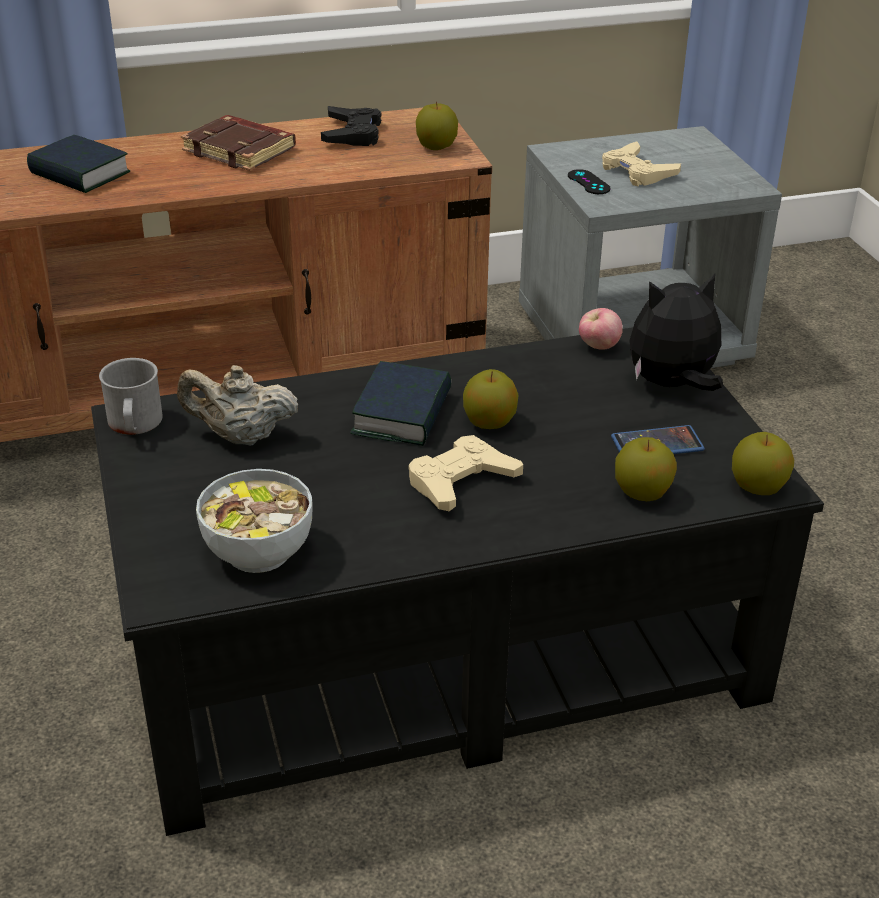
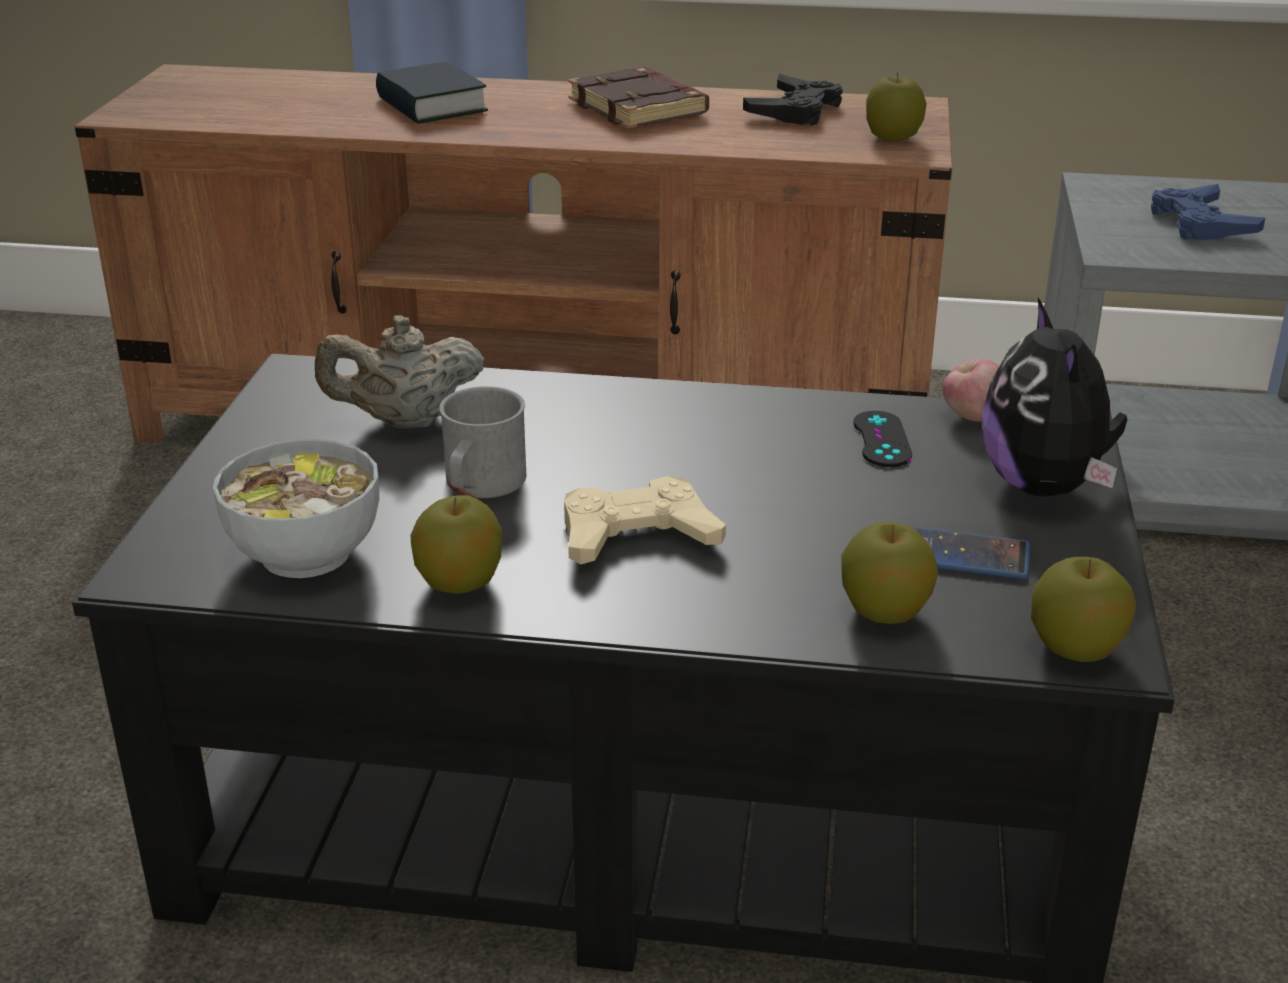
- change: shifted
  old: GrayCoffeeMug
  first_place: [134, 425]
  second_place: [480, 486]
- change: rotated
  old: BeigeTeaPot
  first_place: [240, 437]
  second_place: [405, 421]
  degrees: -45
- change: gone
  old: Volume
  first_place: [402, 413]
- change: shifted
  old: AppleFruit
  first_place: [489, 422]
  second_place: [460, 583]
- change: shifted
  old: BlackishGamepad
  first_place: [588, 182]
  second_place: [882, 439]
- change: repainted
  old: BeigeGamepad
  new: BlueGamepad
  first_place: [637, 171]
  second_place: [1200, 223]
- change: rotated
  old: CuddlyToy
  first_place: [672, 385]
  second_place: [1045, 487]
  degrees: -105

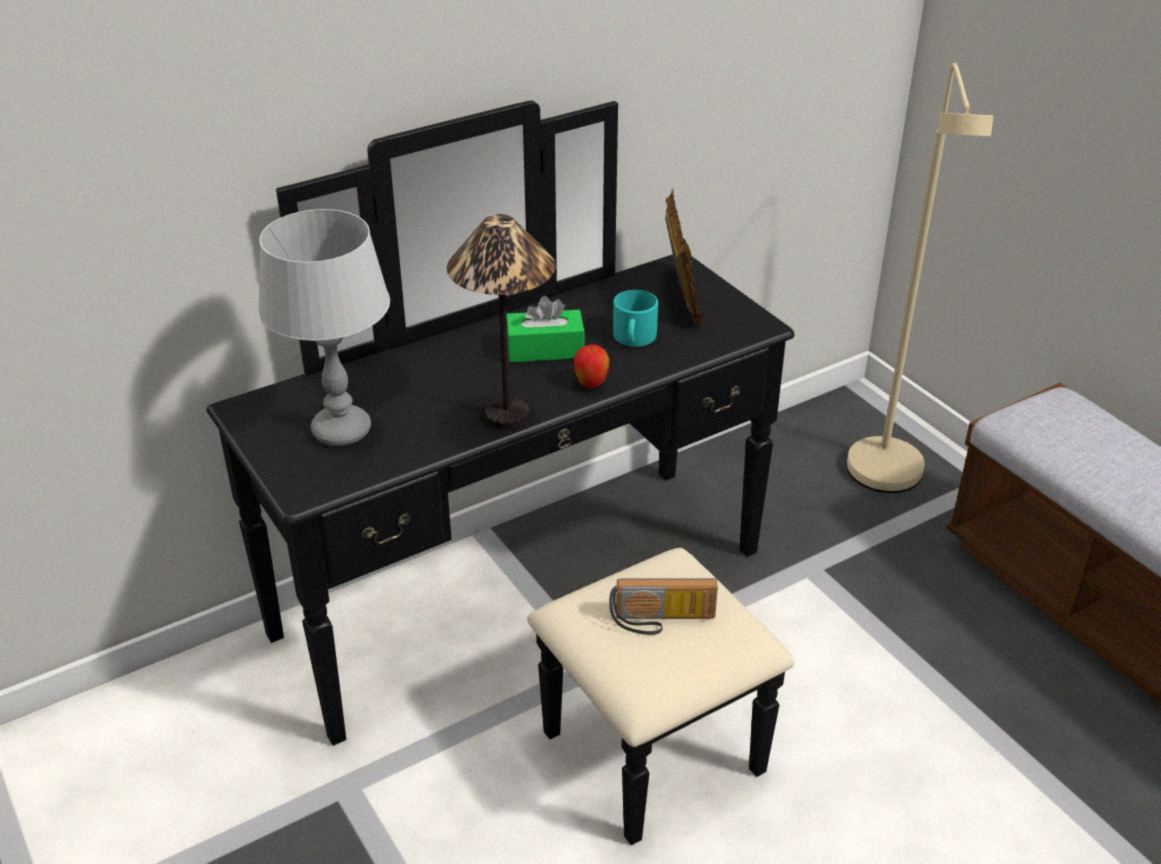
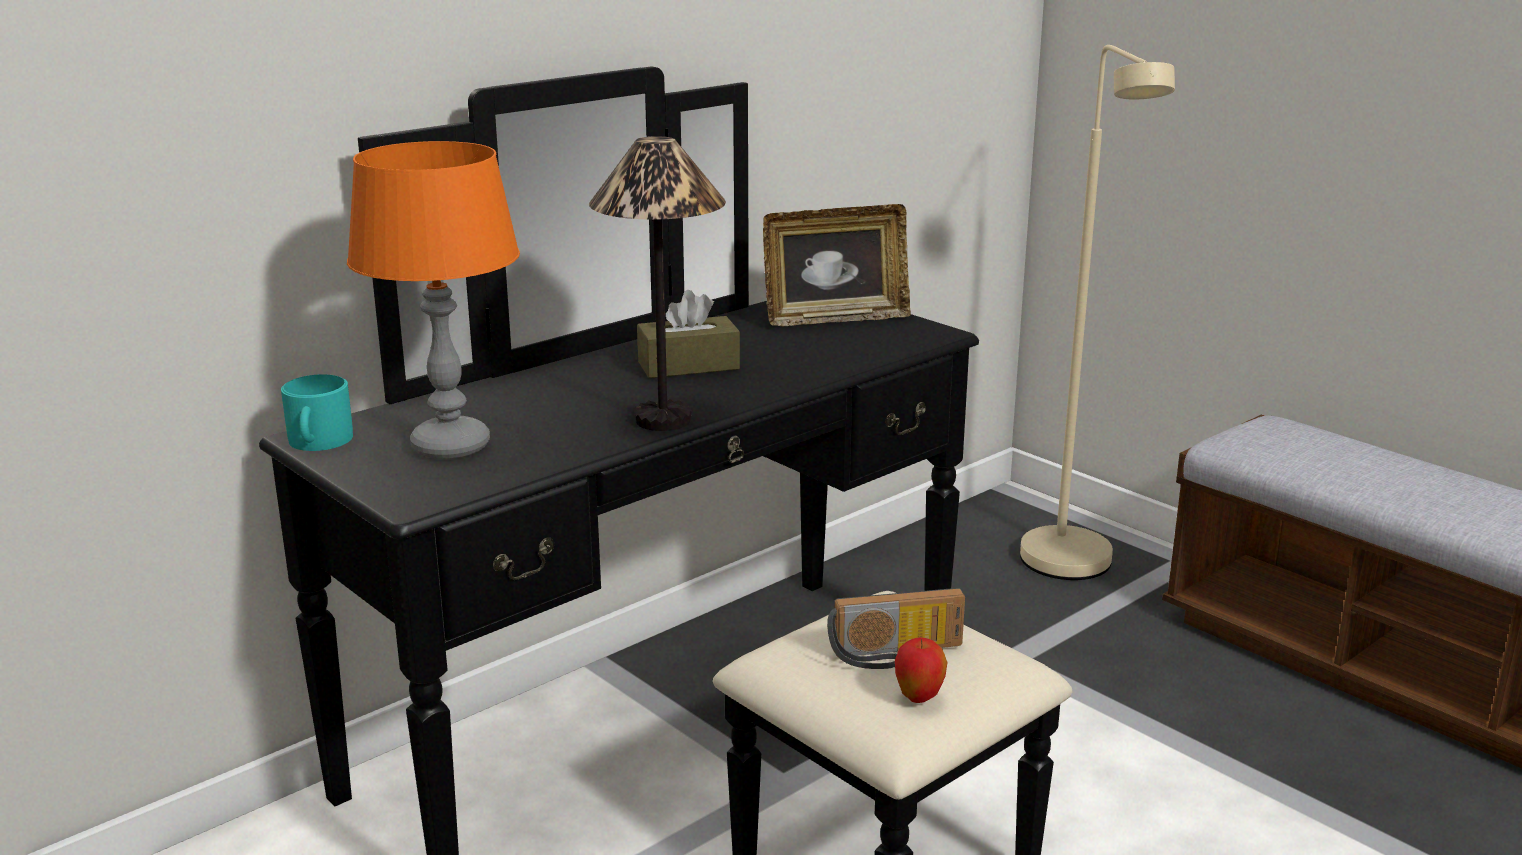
- change: repainted
  old: GrayTableLamp
  new: OrangeColouredTableLamp
  first_place: [342, 430]
  second_place: [451, 446]
- change: repainted
  old: GreenBoxOfTissues
  new: BrownishBoxOfTissues
  first_place: [545, 349]
  second_place: [688, 366]
- change: shifted
  old: AppleFruit
  first_place: [591, 384]
  second_place: [919, 698]
- change: shifted
  old: TurquoiseColouredCoffeeMug
  first_place: [634, 338]
  second_place: [318, 442]
- change: rotated
  old: PhotoFrame
  first_place: [681, 297]
  second_place: [835, 318]
  degrees: 90

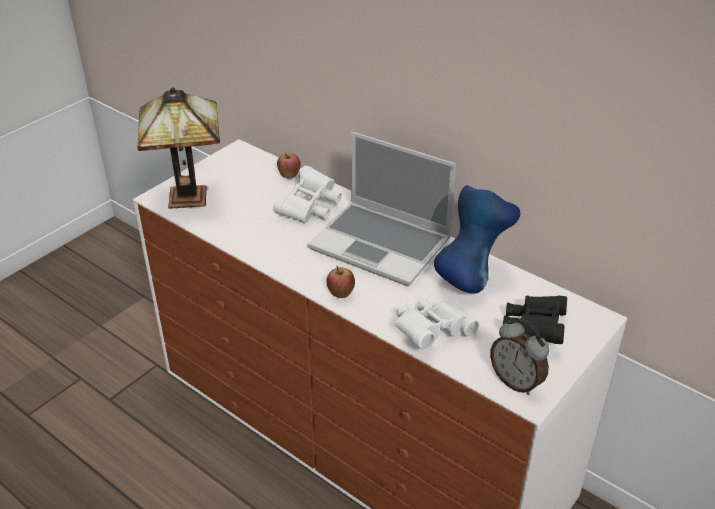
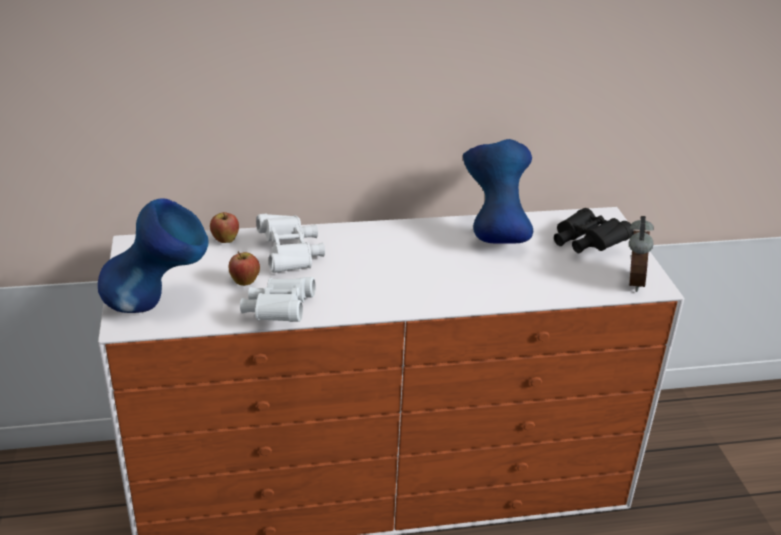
- change: swapped
  old: TableLamp
  new: BlueFlowerVase
  first_place: [191, 196]
  second_place: [159, 305]
- change: gone
  old: PortableComputer
  first_place: [382, 244]
- change: shifted
  old: AppleFruit
  first_place: [340, 294]
  second_place: [244, 282]
- change: shifted
  old: WhitishBinoculars
  first_place: [431, 333]
  second_place: [279, 312]
- change: rotated
  old: BedsideClock
  first_place: [516, 381]
  second_place: [632, 281]
  degrees: -75

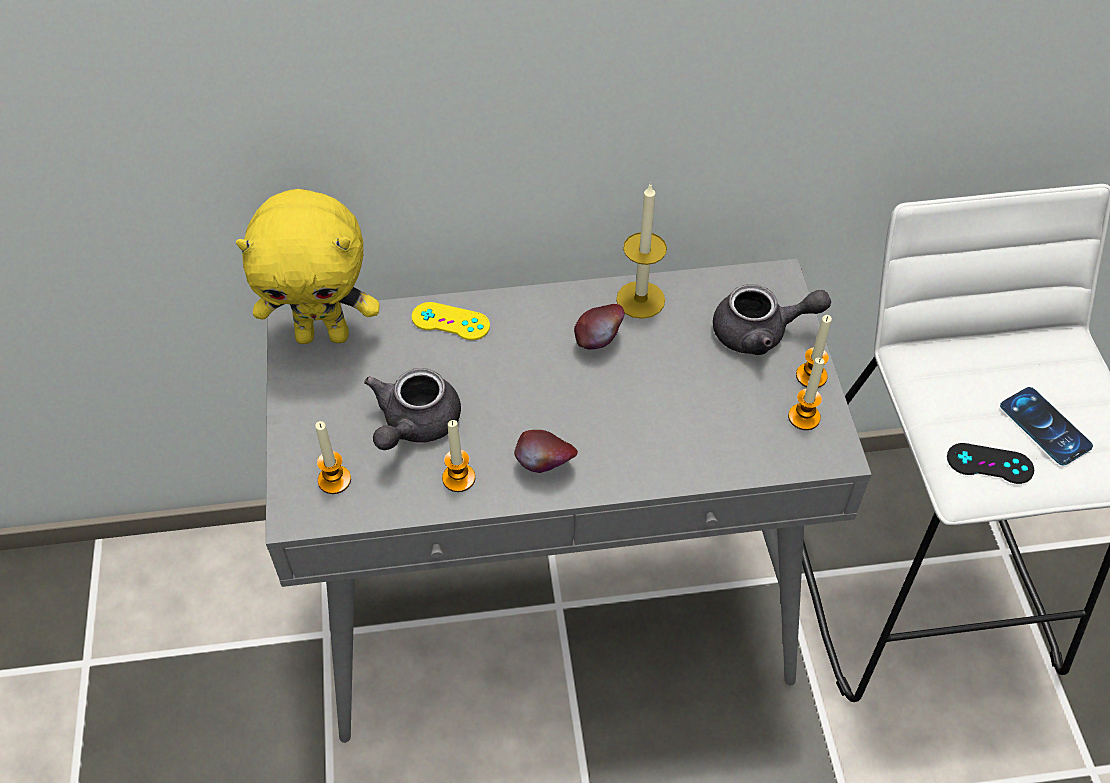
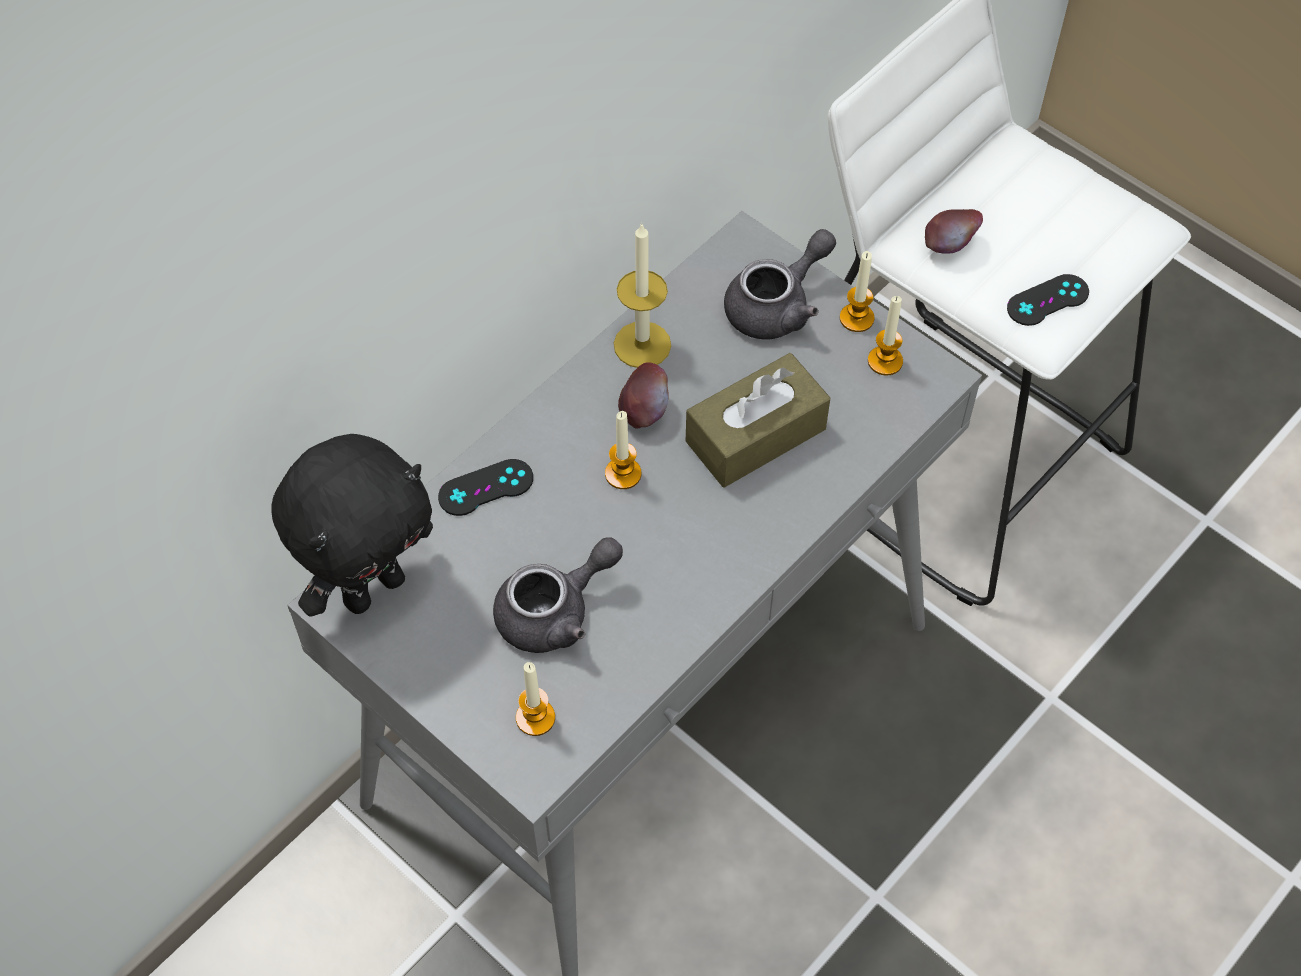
- change: repainted
  old: YellowCuddlyToy
  new: BlackishCuddlyToy
  first_place: [323, 334]
  second_place: [373, 588]
- change: rotated
  old: GrayTeaPot
  first_place: [414, 425]
  second_place: [555, 612]
  degrees: -105
- change: repainted
  old: YellowGamepad
  new: BlackishGamepad
  first_place: [450, 321]
  second_place: [486, 488]
- change: shifted
  old: WaxLight
  first_place: [458, 478]
  second_place: [623, 474]
- change: shifted
  old: AppleFruit
  first_place: [545, 466]
  second_place: [949, 246]
- change: gone
  old: Telephone
  first_place: [1045, 426]
- change: new
  new: BrownishBoxOfTissues
  second_place: [755, 435]

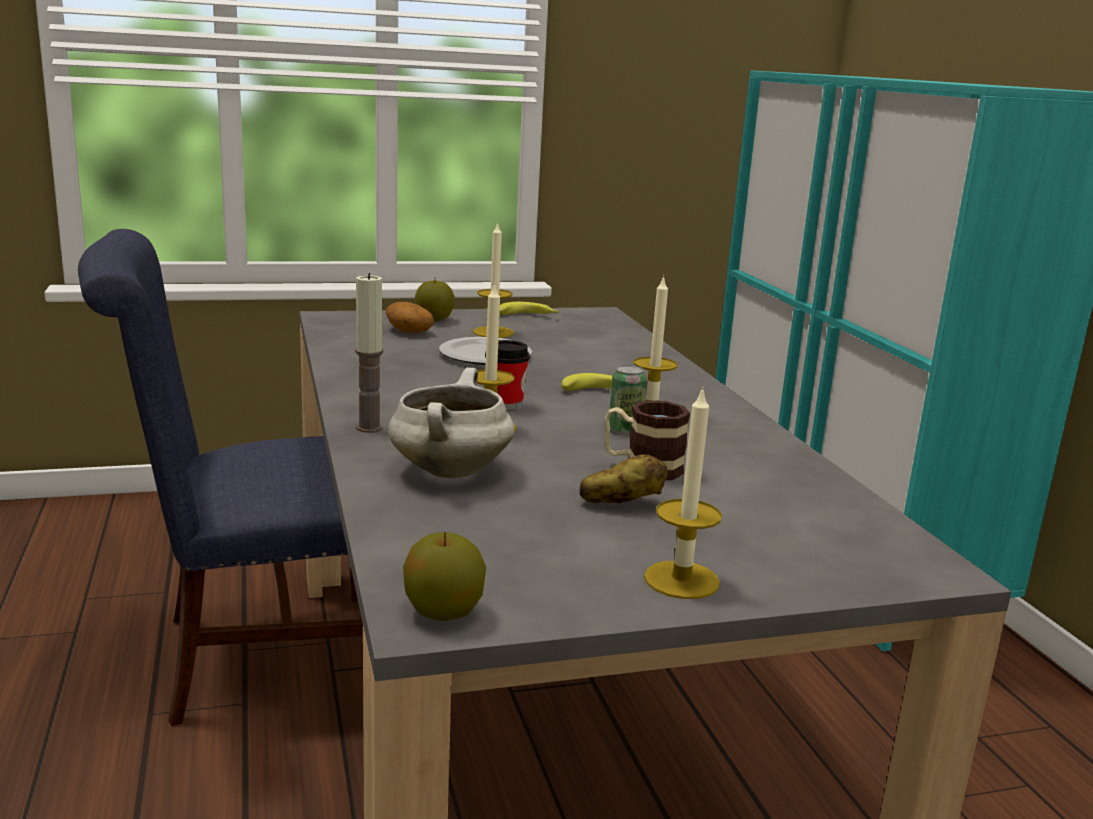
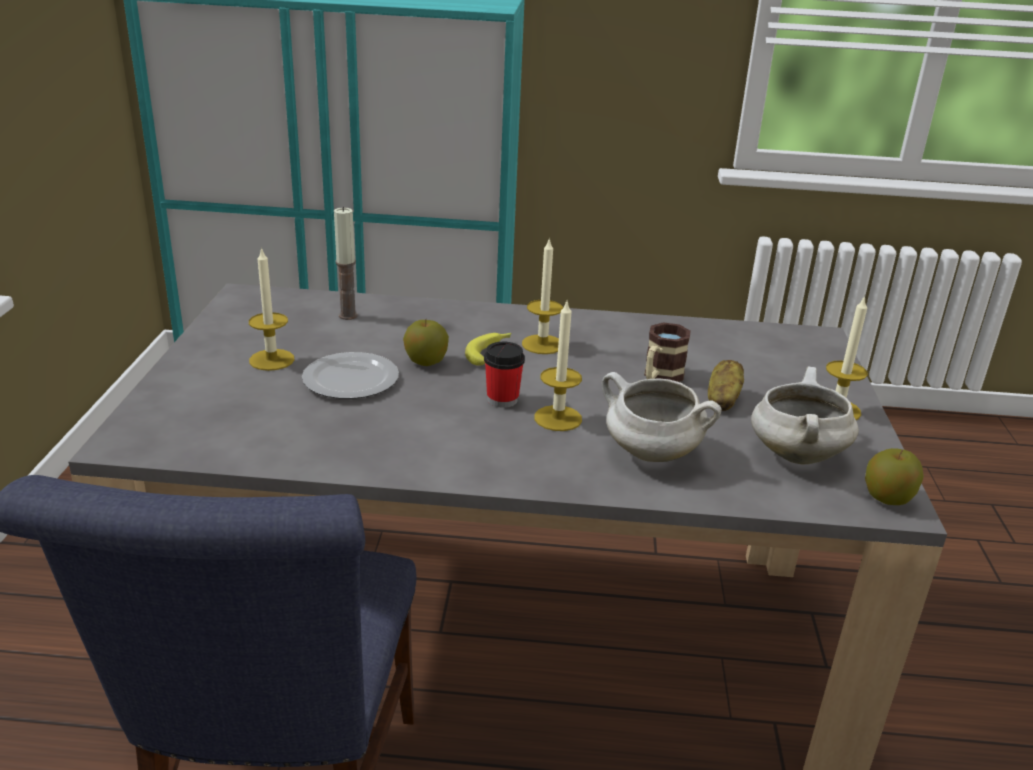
- change: shifted
  old: WaxLight
  first_place: [369, 428]
  second_place: [348, 315]
- change: gone
  old: Potato
  first_place: [408, 331]
- change: shifted
  old: AppleFruit
  first_place: [434, 320]
  second_place: [426, 362]
- change: gone
  old: WholeBanana
  first_place: [529, 316]
- change: gone
  old: MetalCan
  first_place: [624, 430]
- change: new
  new: WhitishSaucepot
  second_place: [795, 454]

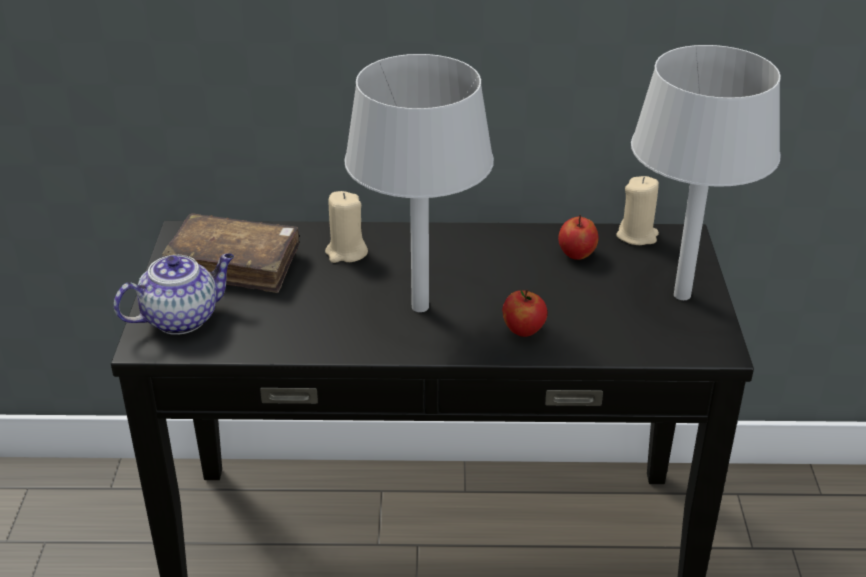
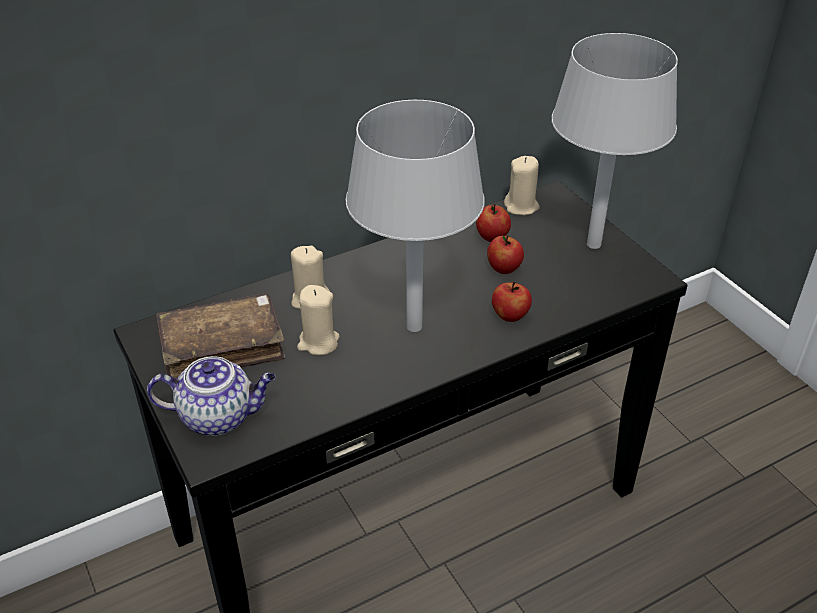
- change: rotated
  old: TeaPot
  first_place: [182, 318]
  second_place: [219, 416]
  degrees: 60
- change: new
  new: BeigeWaxLight
  second_place: [318, 342]
- change: new
  new: AppleFruit
  second_place: [504, 269]

